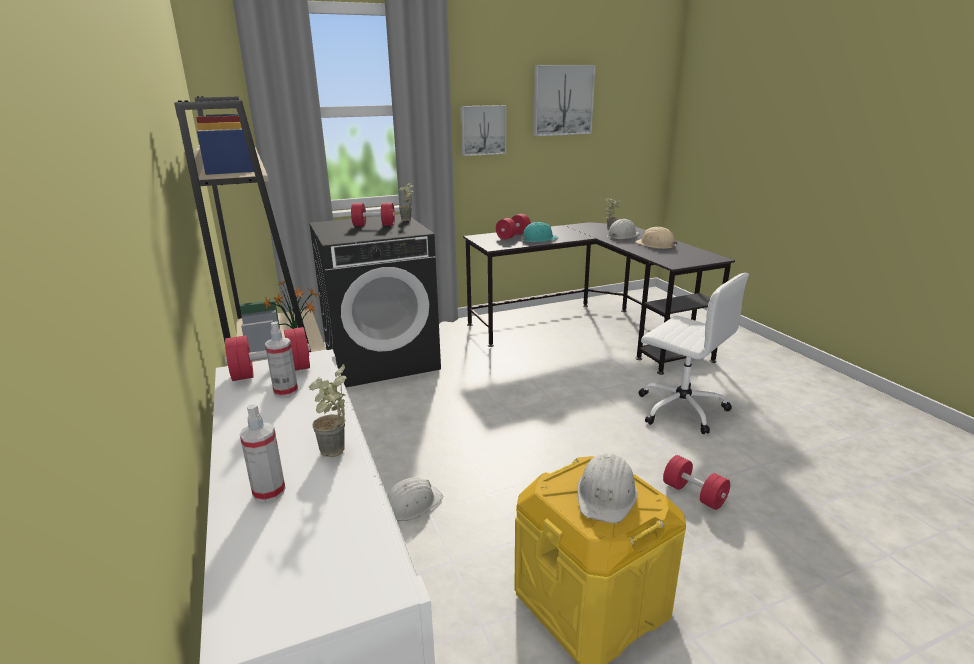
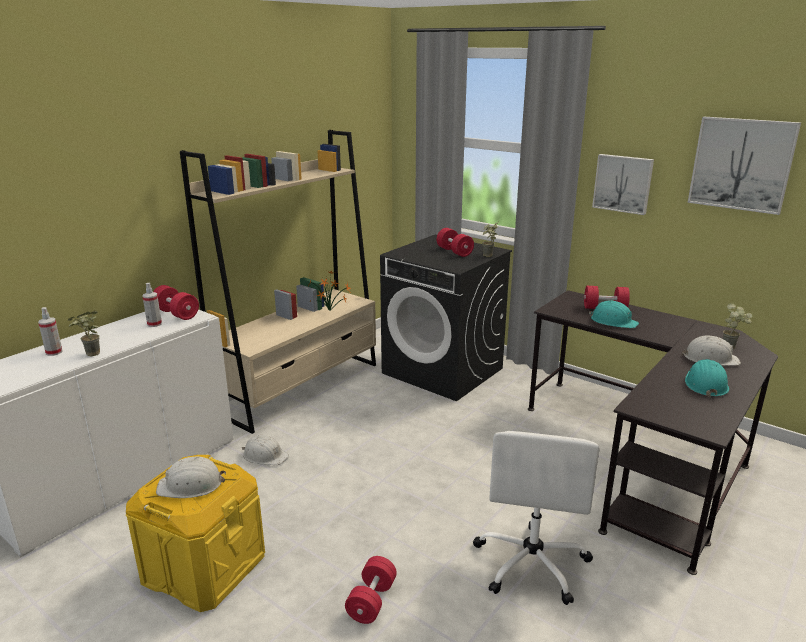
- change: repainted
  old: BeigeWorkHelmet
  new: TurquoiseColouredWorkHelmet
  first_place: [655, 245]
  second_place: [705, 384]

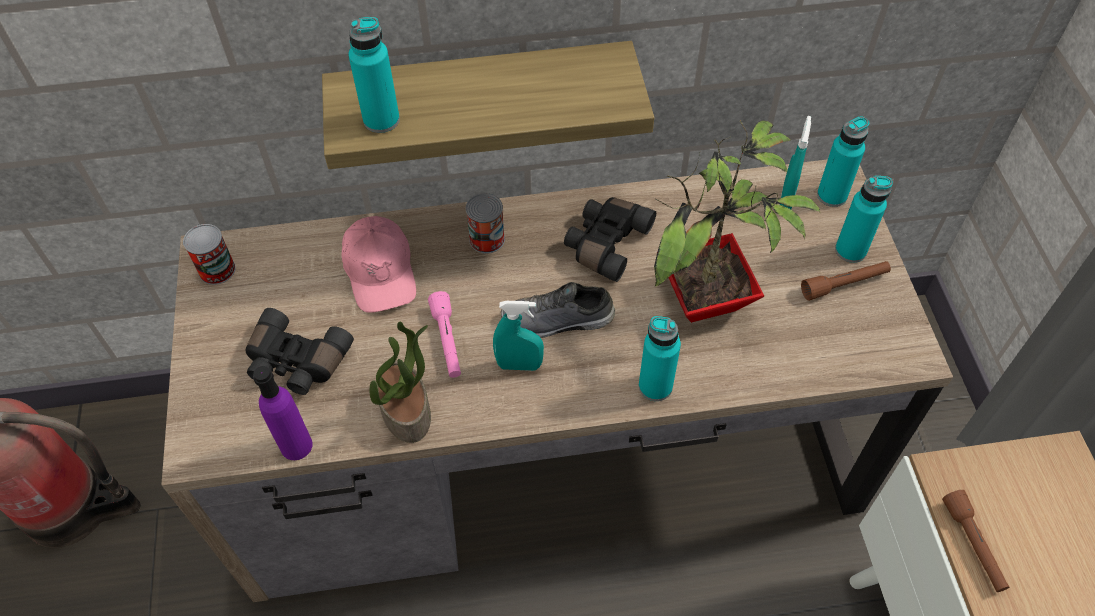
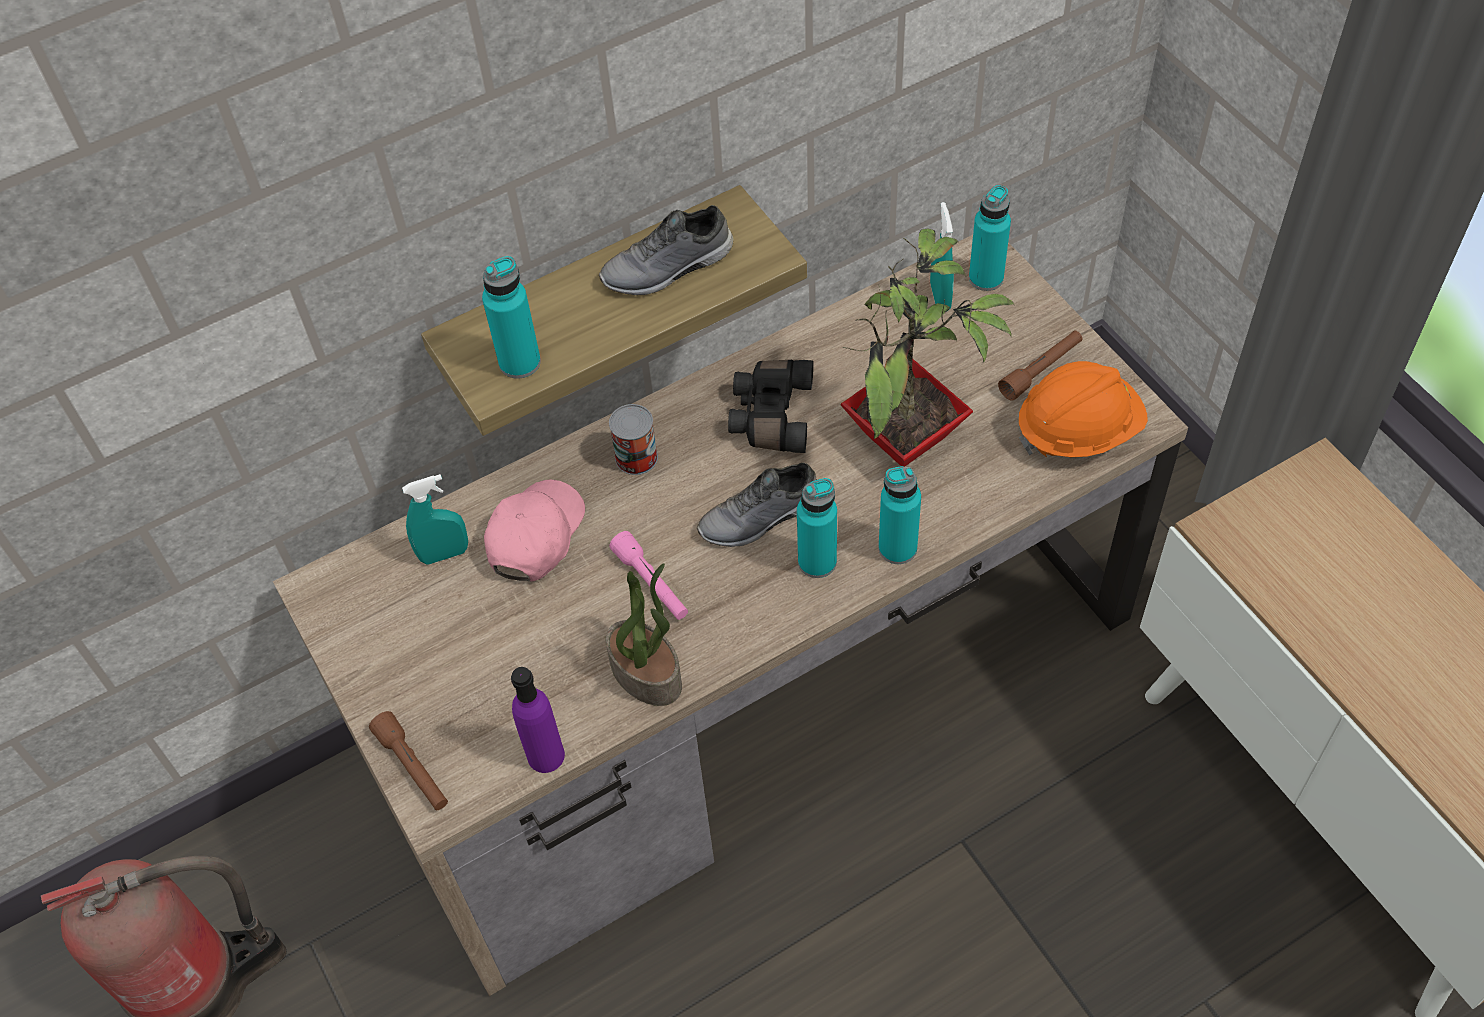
- change: gone
  old: MetalCan
  first_place: [217, 270]
- change: gone
  old: BlackishBinoculars
  first_place: [296, 363]
- change: rotated
  old: PinkColouredPeakedCap
  first_place: [381, 271]
  second_place: [535, 536]
  degrees: -120
- change: shifted
  old: TurquoiseColouredHandSprayer
  first_place: [519, 365]
  second_place: [444, 554]
- change: shifted
  old: TurquoiseColouredBottle
  first_place: [850, 250]
  second_place: [817, 562]
- change: shifted
  old: BrownishTorch
  first_place: [973, 545]
  second_place: [413, 768]
- change: new
  new: GrayItemOfFootwear
  second_place: [668, 268]
- change: new
  new: OrangeColouredWorkHelmet
  second_place: [1078, 430]

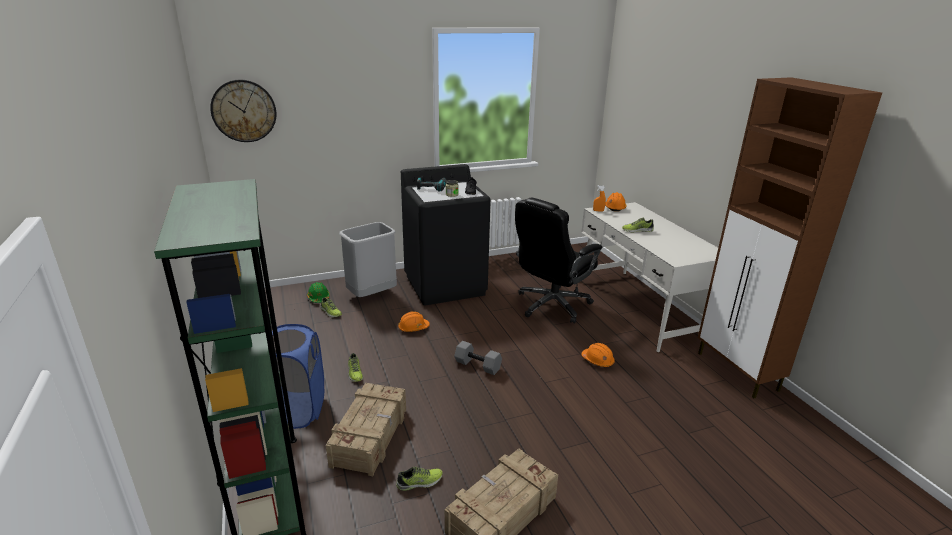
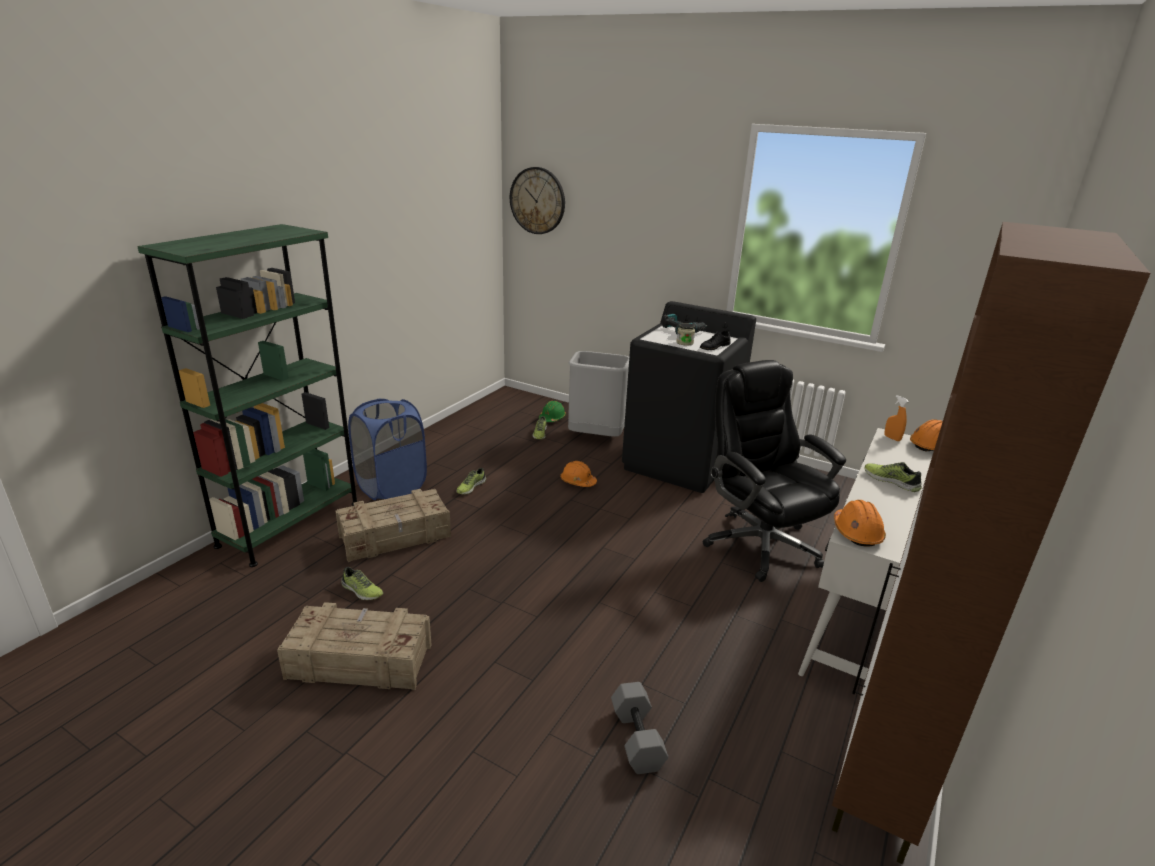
- change: shifted
  old: GrayDumbbell
  first_place: [477, 365]
  second_place: [635, 738]
- change: rotated
  old: BlackishOfficeChair
  first_place: [551, 305]
  second_place: [760, 543]
  degrees: 60
- change: shifted
  old: OrangeColouredWorkHelmet
  first_place: [597, 360]
  second_place: [857, 532]

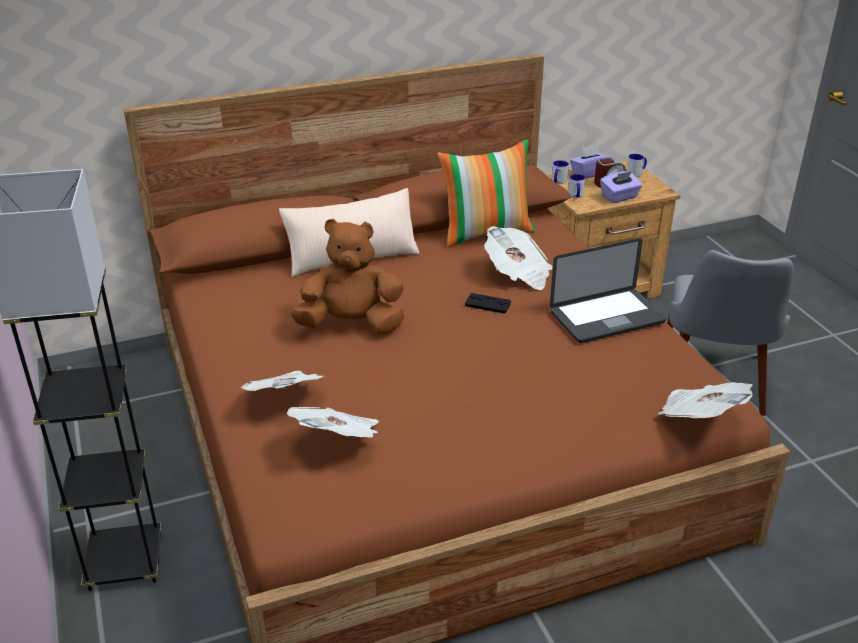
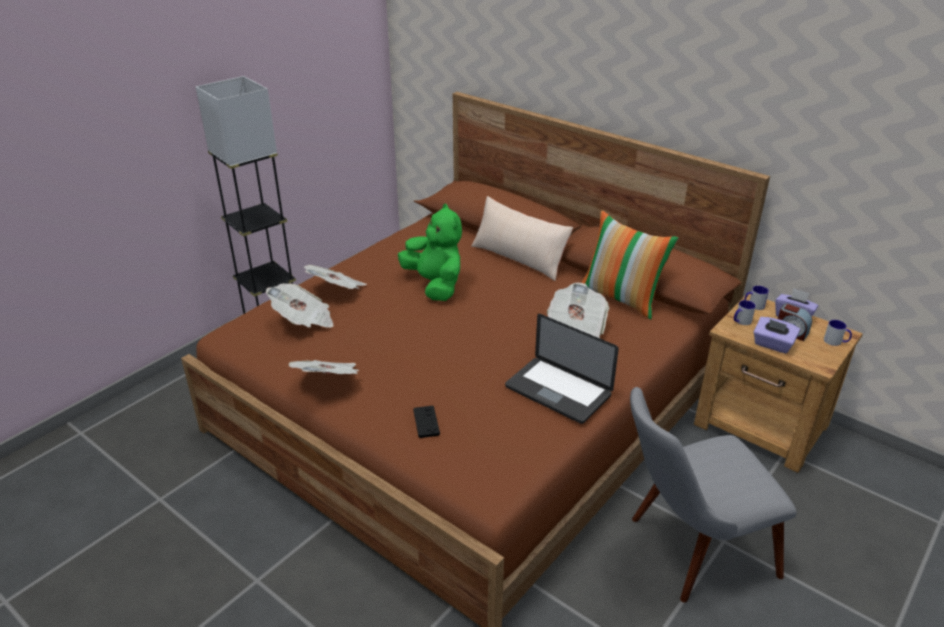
- change: repainted
  old: BrownishCuddlyToy
  new: GreenCuddlyToy
  first_place: [352, 325]
  second_place: [435, 285]
- change: shifted
  old: BlackishGamepad
  first_place: [487, 304]
  second_place: [426, 422]
- change: shifted
  old: DailyPaper
  first_place: [700, 417]
  second_place: [329, 381]

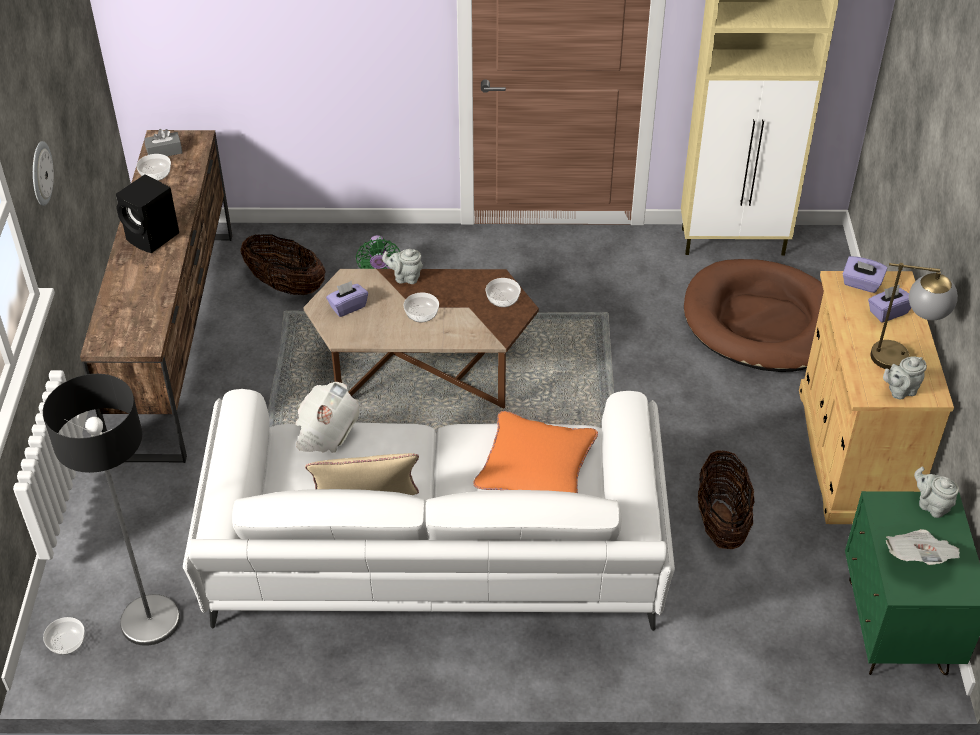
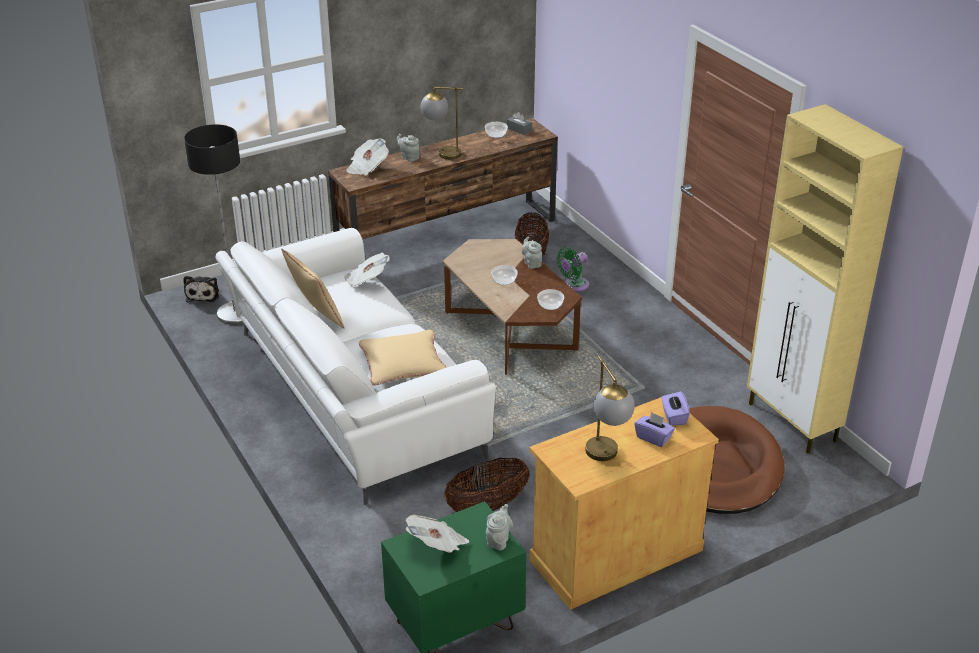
- change: gone
  old: WallClock
  first_place: [40, 173]
- change: swapped
  old: ServingBowl
  new: CuddlyToy
  first_place: [66, 642]
  second_place: [203, 294]
- change: swapped
  old: BlackishLoudspeaker
  new: TableLamp
  first_place: [153, 238]
  second_place: [441, 154]
- change: gone
  old: PurplishBoxOfTissues
  first_place: [348, 307]
- change: repainted
  old: OrangeColouredCushion
  new: BeigeCushion
  first_place: [536, 467]
  second_place: [403, 364]
- change: shifted
  old: GrayTeaPot
  first_place: [900, 391]
  second_place: [409, 157]
- change: new
  new: DailyPaper
  second_place: [367, 167]

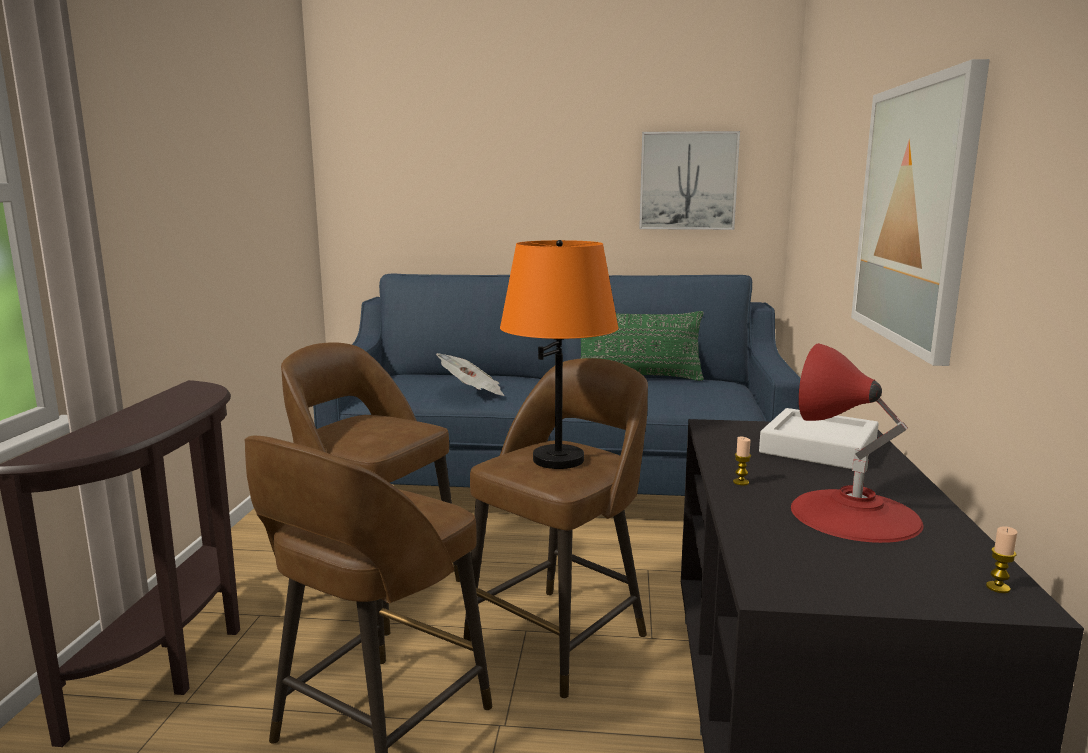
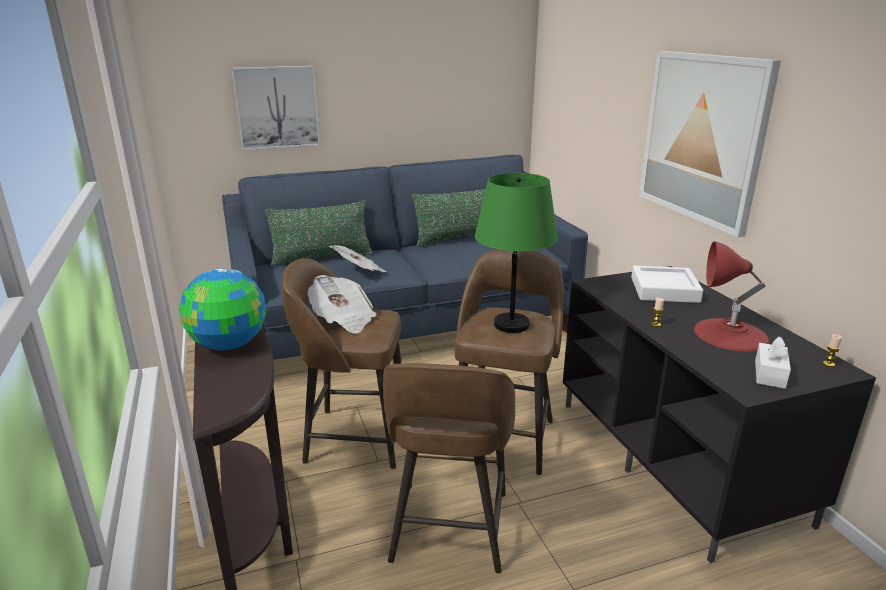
- change: repainted
  old: OrangeColouredTableLamp
  new: GreenTableLamp
  first_place: [558, 459]
  second_place: [511, 324]
- change: shifted
  old: WallArt
  first_place: [688, 181]
  second_place: [277, 107]
- change: new
  new: WorldGlobe
  second_place: [229, 344]
- change: new
  new: GreenCushion
  second_place: [322, 257]
- change: new
  new: DailyPaper
  second_place: [343, 320]
- change: new
  new: WhitishBoxOfTissues
  second_place: [769, 374]

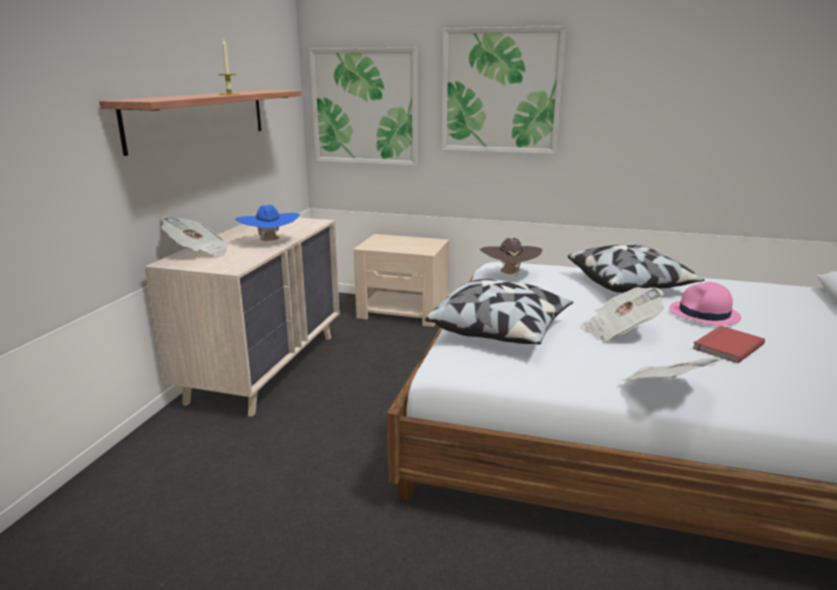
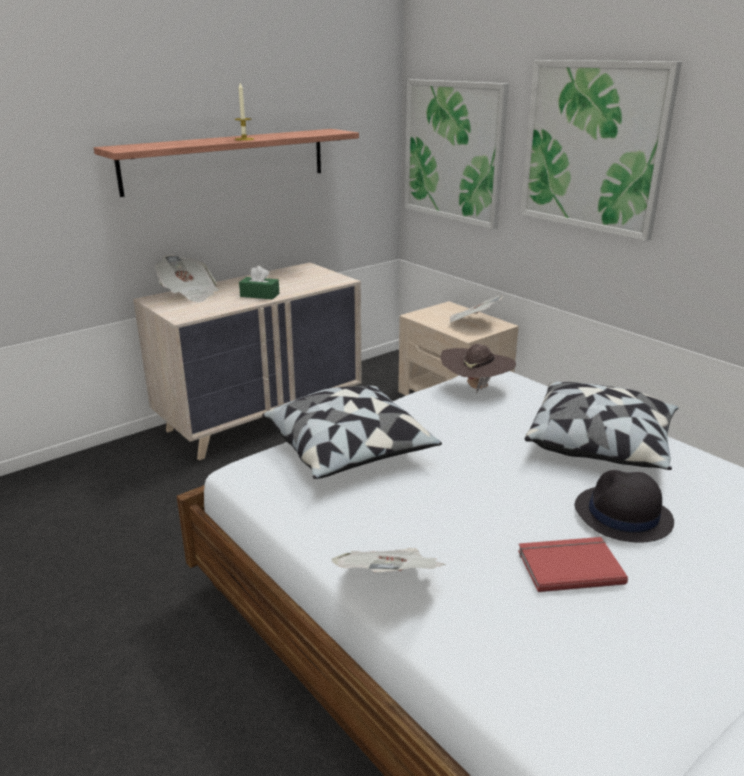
- change: swapped
  old: BlueHat
  new: GreenBoxOfTissues
  first_place: [270, 242]
  second_place: [259, 295]
- change: shifted
  old: DailyPaper
  first_place: [619, 331]
  second_place: [472, 323]
- change: repainted
  old: PinkColouredHat
  new: BlackishHat
  first_place: [704, 314]
  second_place: [622, 515]

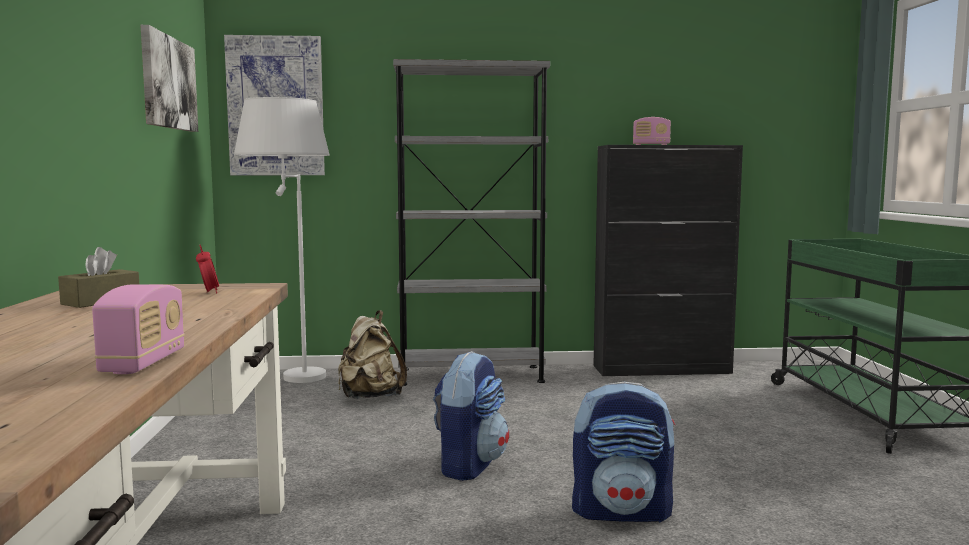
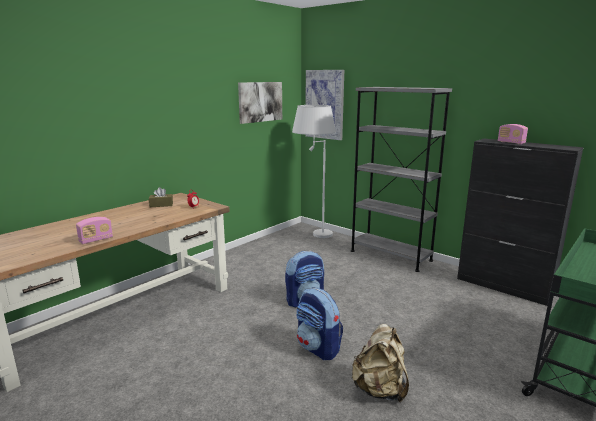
- change: shifted
  old: BeigeKnapsack
  first_place: [370, 397]
  second_place: [380, 390]

